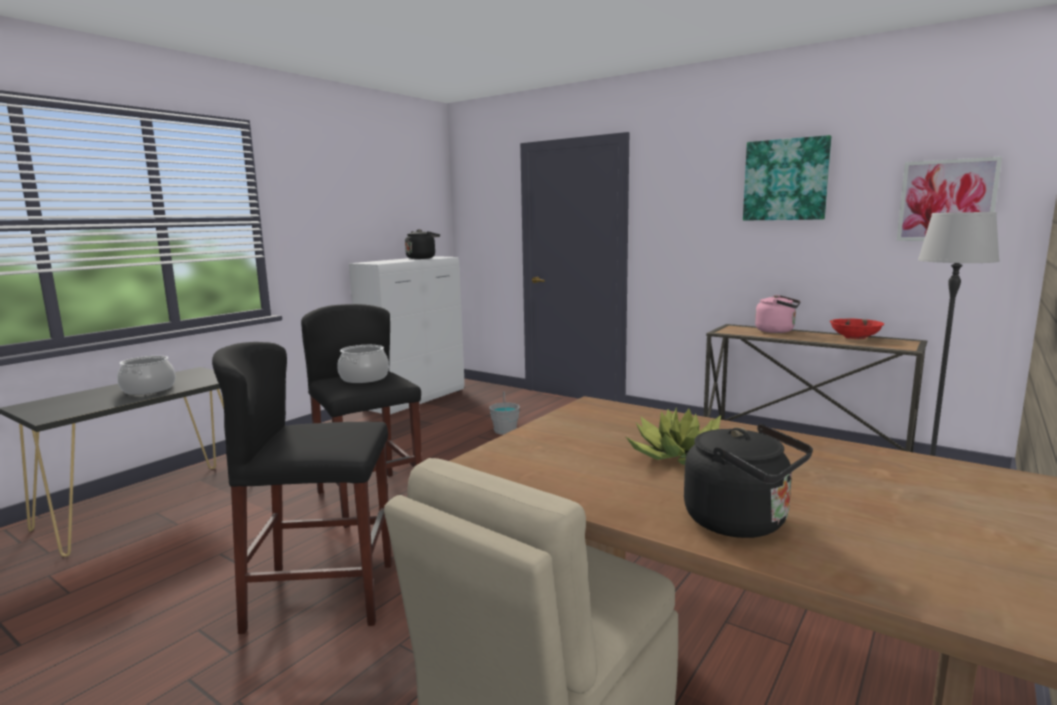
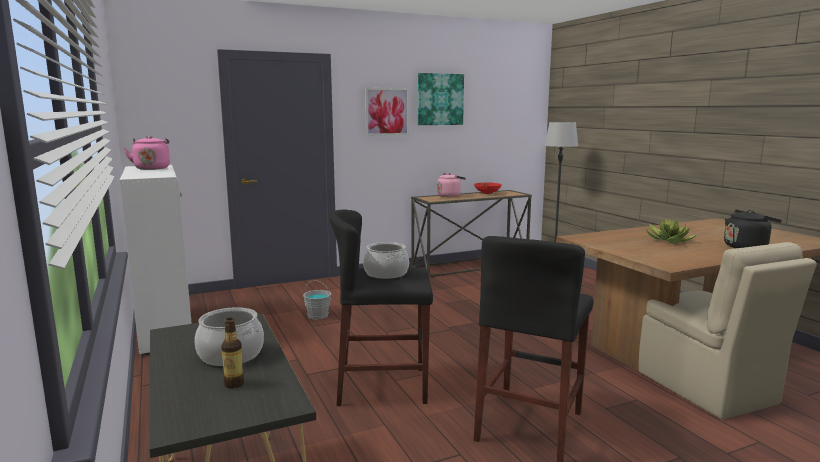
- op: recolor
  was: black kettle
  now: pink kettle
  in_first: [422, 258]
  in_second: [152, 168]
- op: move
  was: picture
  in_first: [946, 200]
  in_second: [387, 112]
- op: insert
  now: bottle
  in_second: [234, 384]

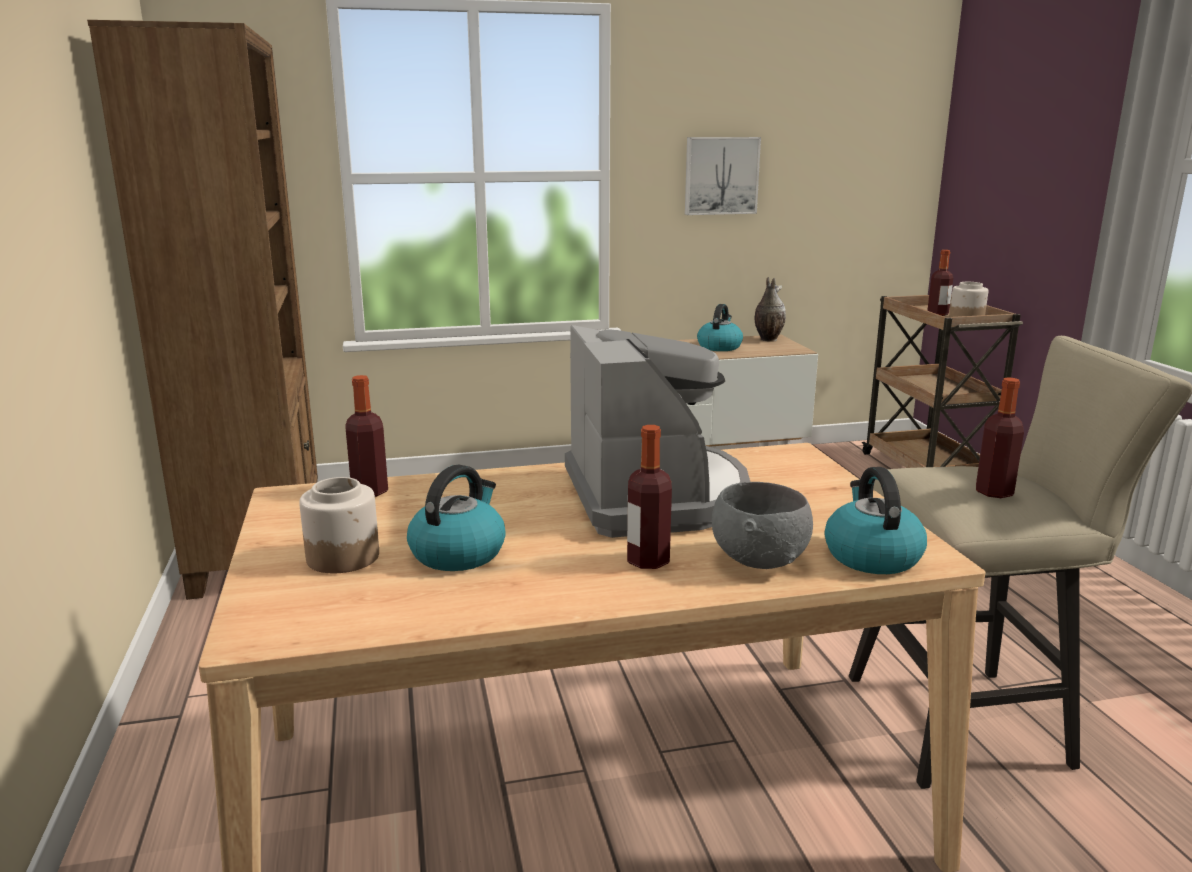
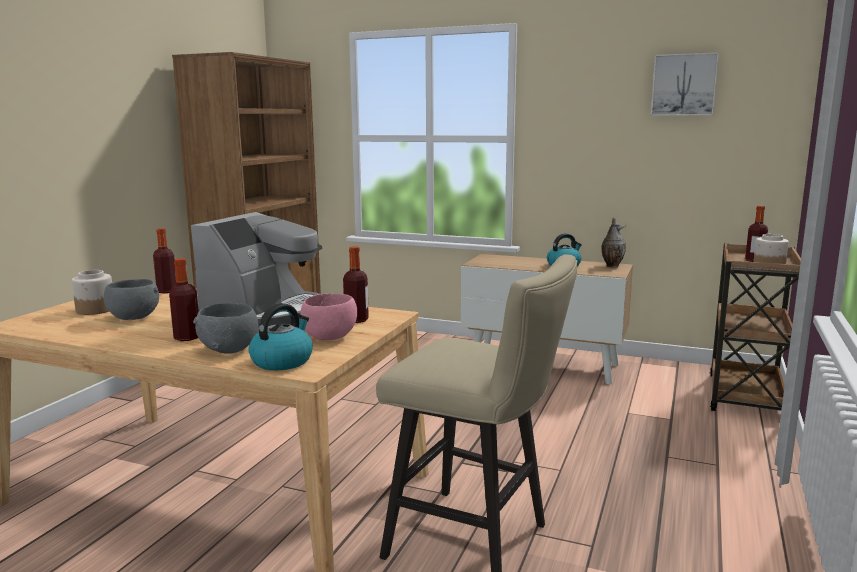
- op: replace
  was: kettle
  now: grey bowl
  in_first: [458, 553]
  in_second: [133, 318]
- op: move
  was: picture
  in_first: [720, 175]
  in_second: [684, 85]
- op: move
  was: bottle
  in_first: [994, 492]
  in_second: [356, 320]
- op: insert
  now: pink bowl
  in_second: [329, 337]

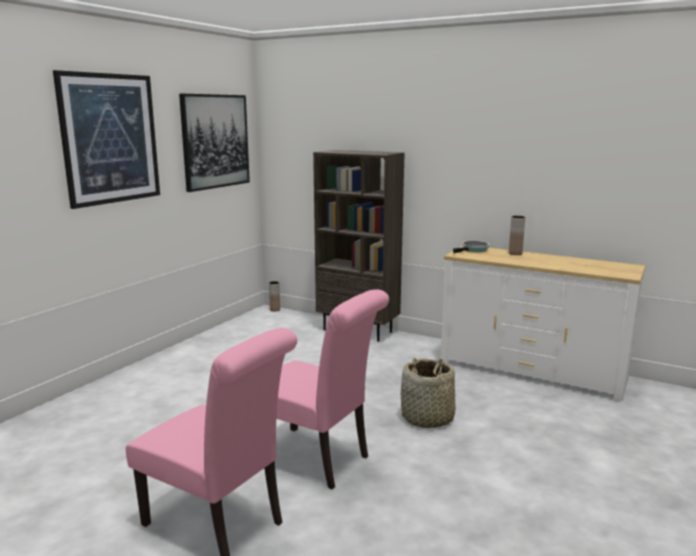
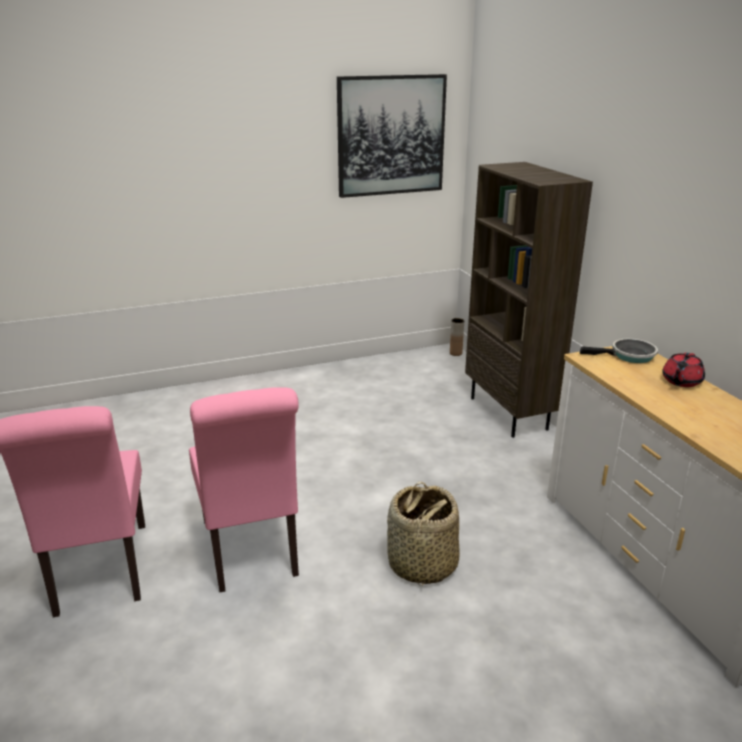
- op: delete
  was: picture
  in_first: [110, 139]
- op: replace
  was: brown vase
  now: red teapot
  in_first: [515, 253]
  in_second: [681, 381]

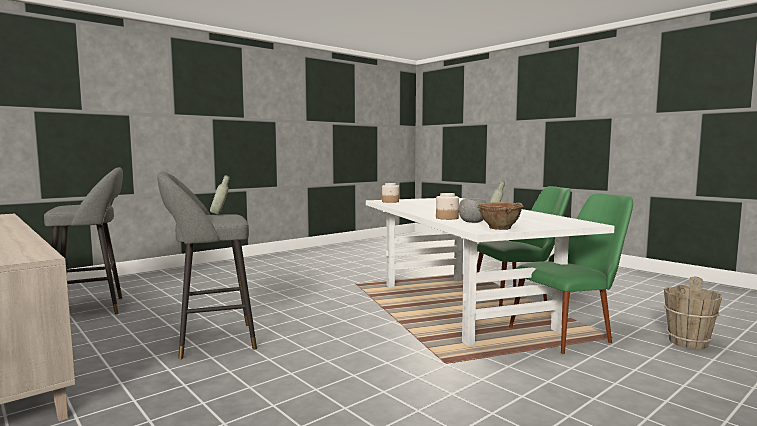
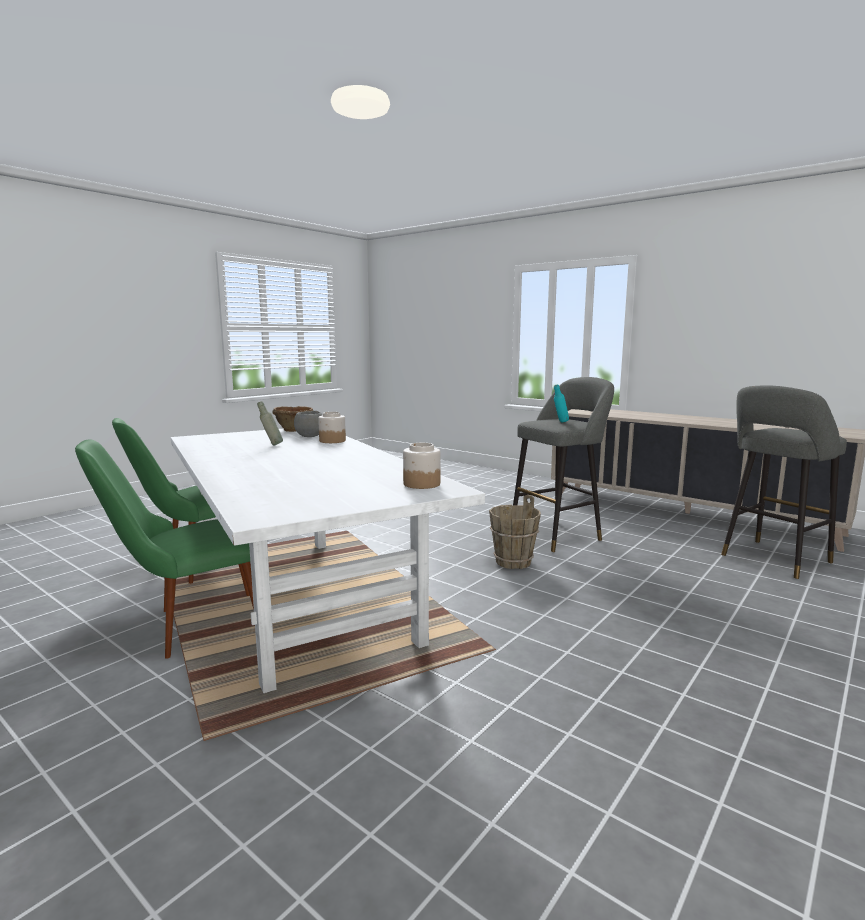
- op: recolor
  was: grey bottle
  now: turquoise bottle
  in_first: [220, 214]
  in_second: [560, 422]
- op: move
  was: brown bucket
  in_first: [689, 342]
  in_second: [512, 562]

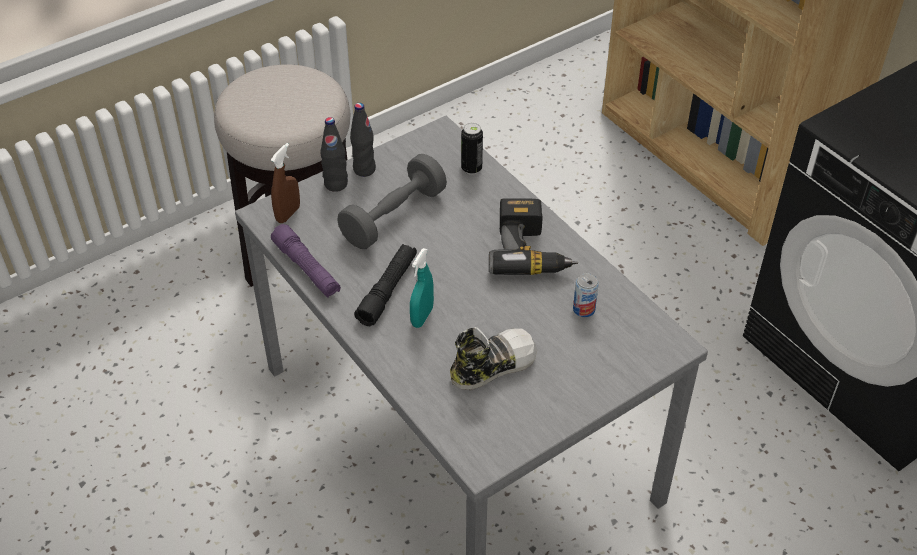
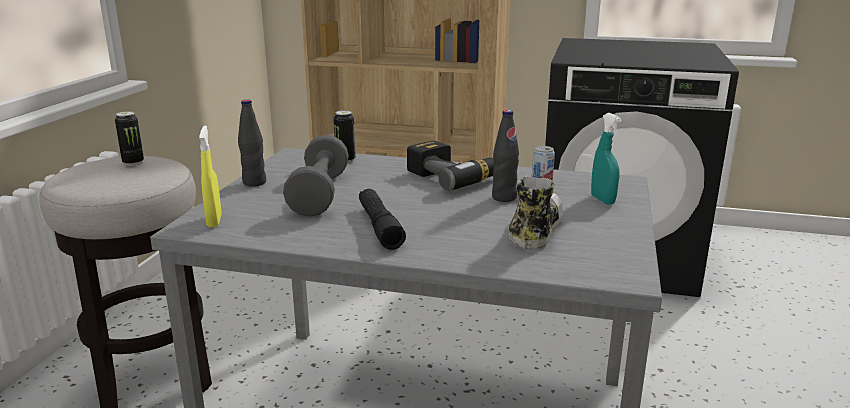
- op: recolor
  was: brown spray bottle
  now: yellow spray bottle
  in_first: [288, 214]
  in_second: [214, 221]
- op: delete
  was: purple flashlight
  in_first: [307, 269]
- op: move
  was: black bottle
  in_first: [336, 184]
  in_second: [504, 197]
- op: move
  was: turquoise spray bottle
  in_first: [422, 317]
  in_second: [602, 200]
- op: insert
  now: can
  in_second: [133, 163]

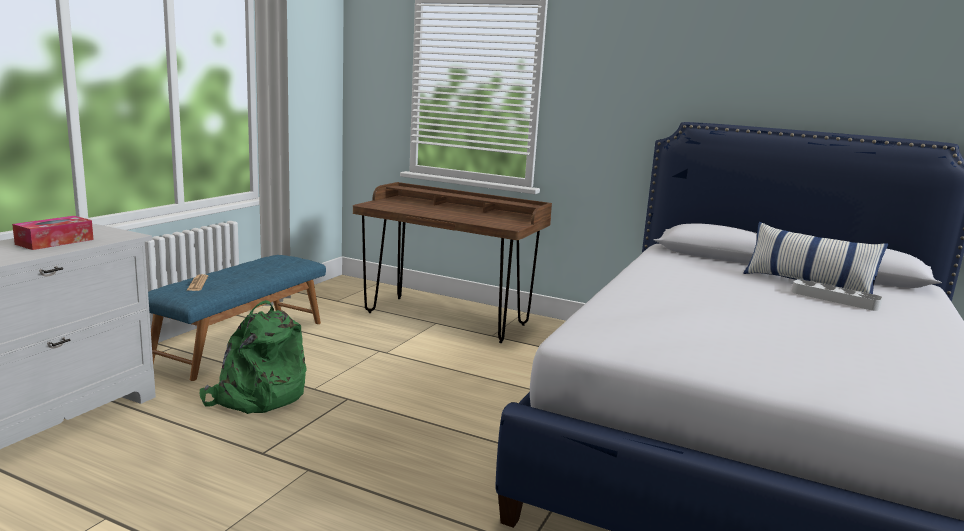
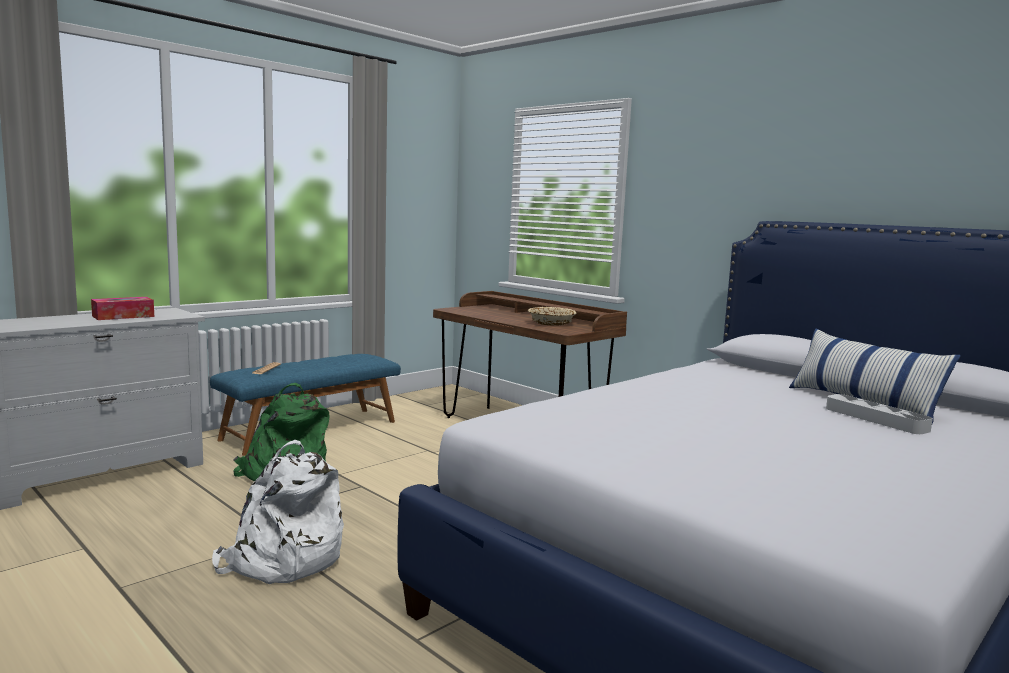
- op: insert
  now: white backpack
  in_second: [282, 560]
- op: insert
  now: beige bowl
  in_second: [551, 323]

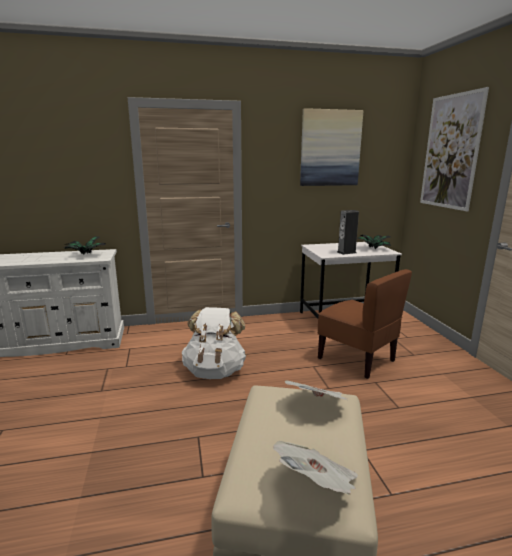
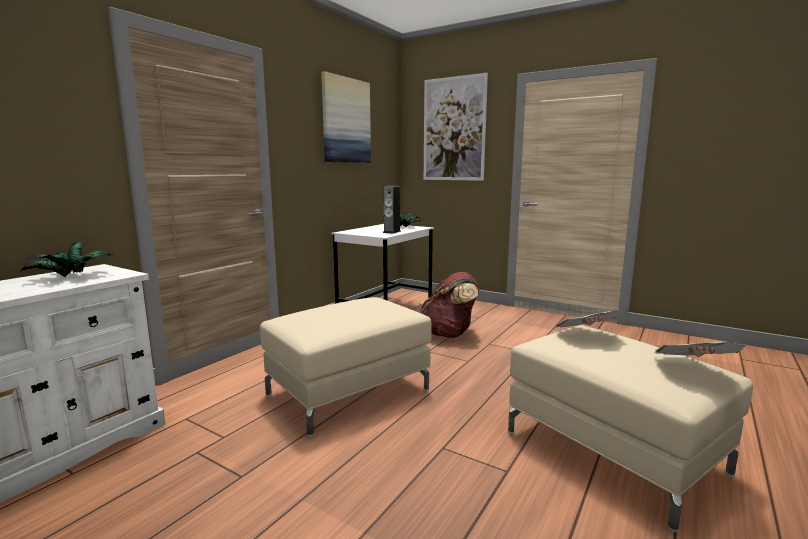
- op: replace
  was: white backpack
  now: beige ottoman
  in_first: [215, 371]
  in_second: [348, 391]
- op: replace
  was: brown chair
  now: brown backpack
  in_first: [357, 359]
  in_second: [449, 334]

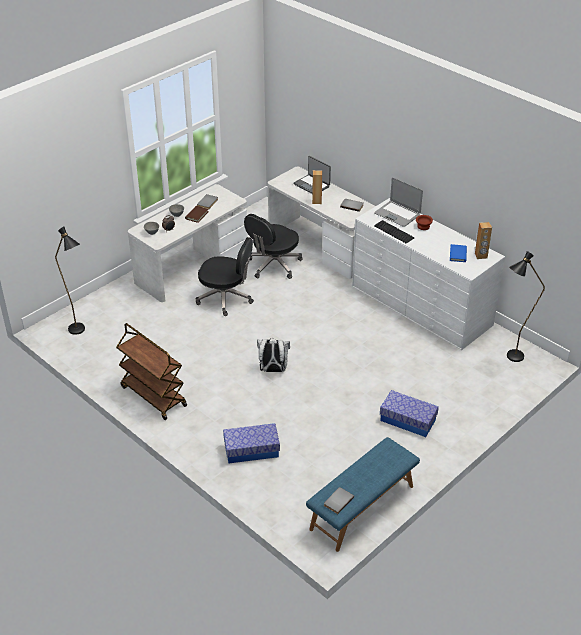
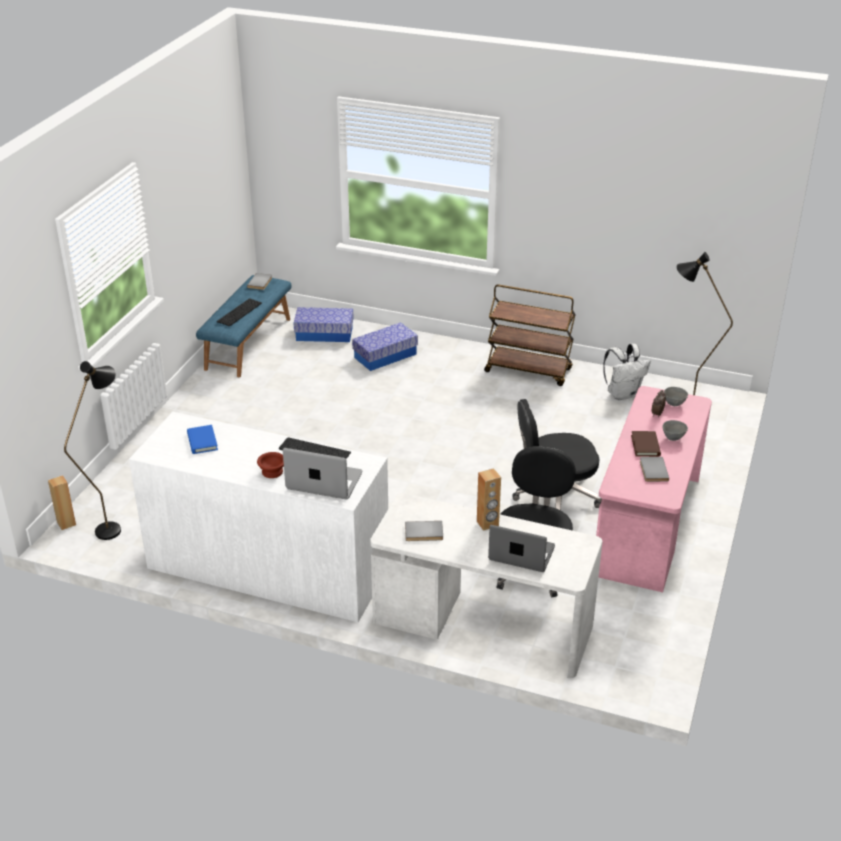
- op: recolor
  was: white desk
  now: pink desk
  in_first: [191, 267]
  in_second: [647, 525]
- op: move
  was: white backpack
  in_first: [273, 370]
  in_second: [623, 394]
- op: move
  was: storage box
  in_first: [407, 420]
  in_second: [324, 334]
- op: move
  was: brown speaker
  in_first: [481, 256]
  in_second: [66, 523]
- op: insert
  now: keyboard
  in_second: [239, 312]

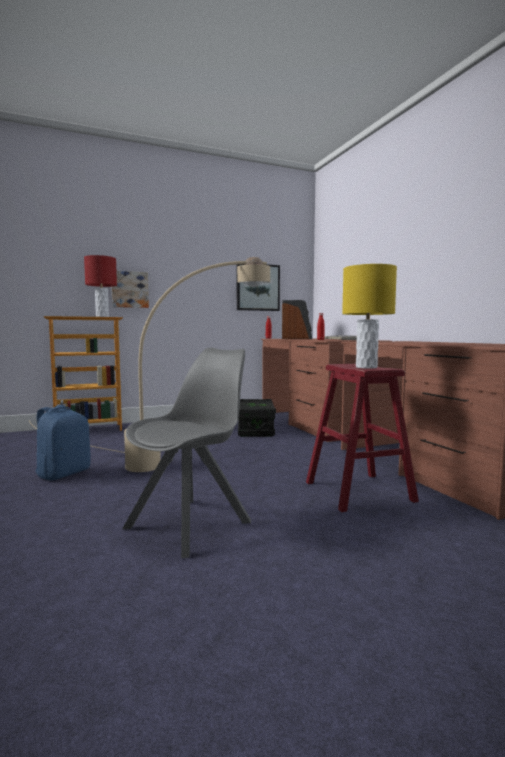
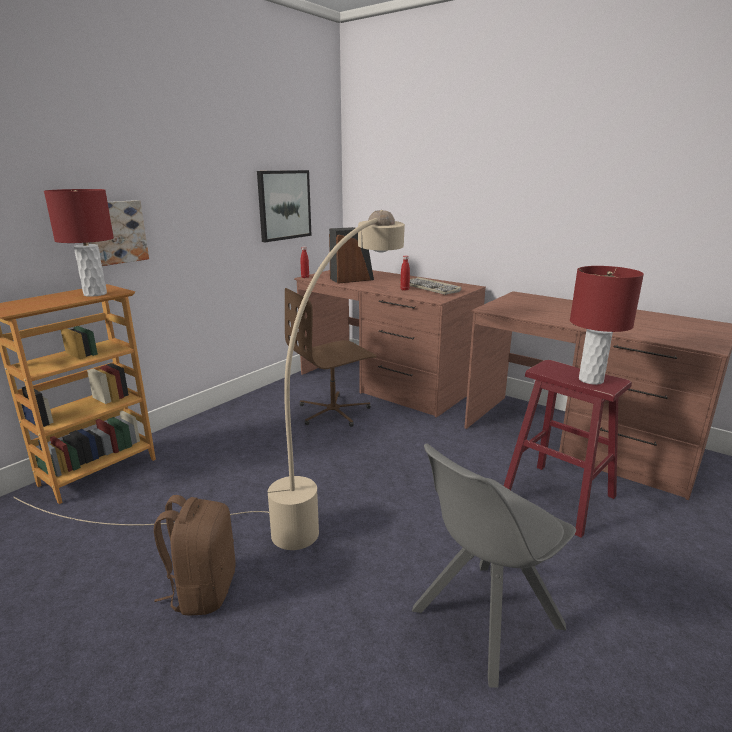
- op: recolor
  was: blue backpack
  now: brown backpack
  in_first: [63, 473]
  in_second: [203, 590]
- op: rotate
  was: grey chair
  in_first: [191, 524]
  in_second: [483, 620]
  clockwise: -135
- op: replace
  was: black storage box
  now: brown office chair
  in_first: [255, 429]
  in_second: [334, 412]
- op: recolor
  was: yellow table lamp
  now: red table lamp
  in_first: [366, 367]
  in_second: [591, 380]

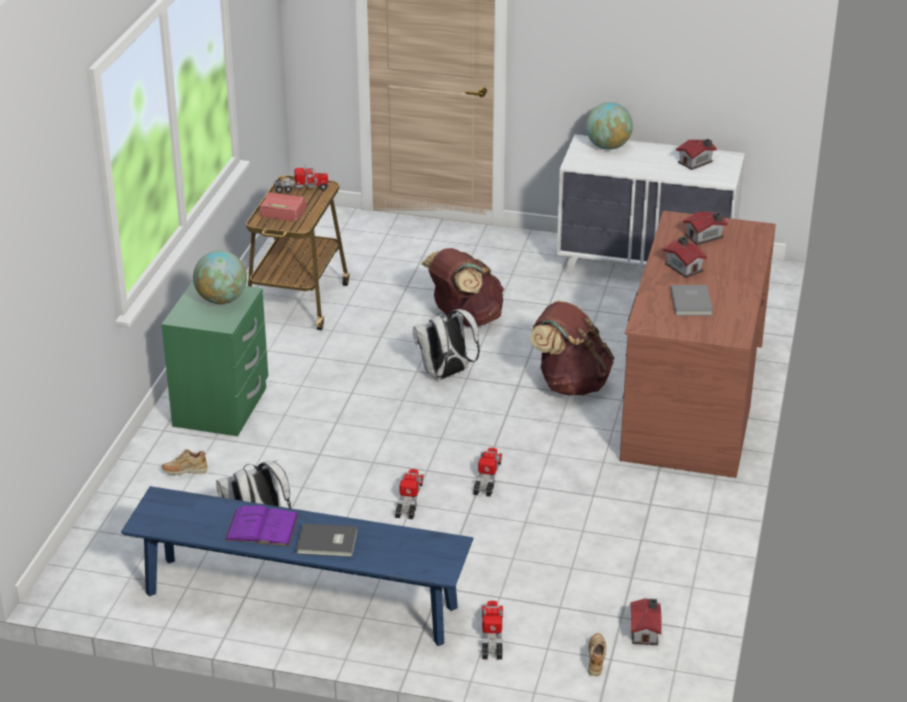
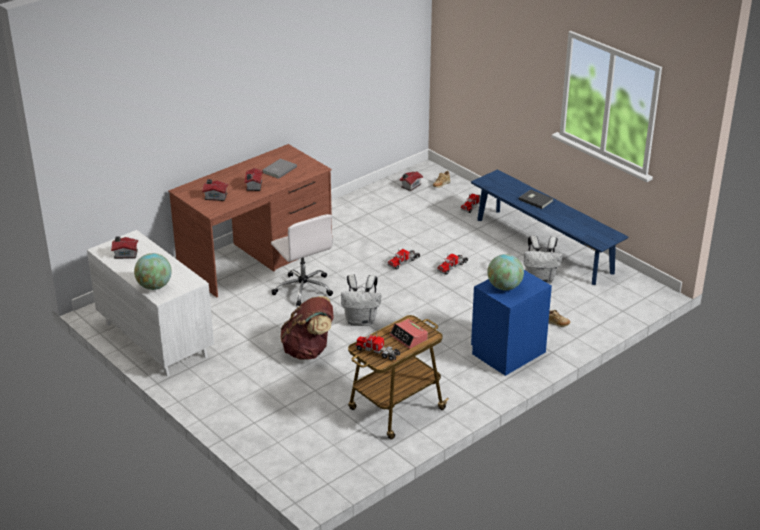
- op: recolor
  was: green nightstand
  now: blue nightstand
  in_first: [222, 407]
  in_second: [507, 352]
- op: delete
  was: purple book
  in_first: [262, 527]
- op: replace
  was: brown backpack
  now: white office chair
  in_first: [570, 384]
  in_second: [303, 288]

